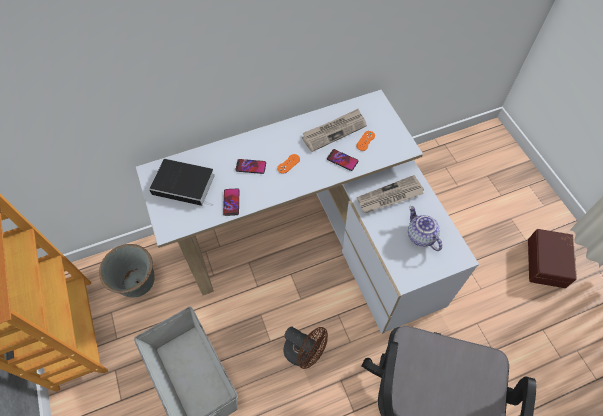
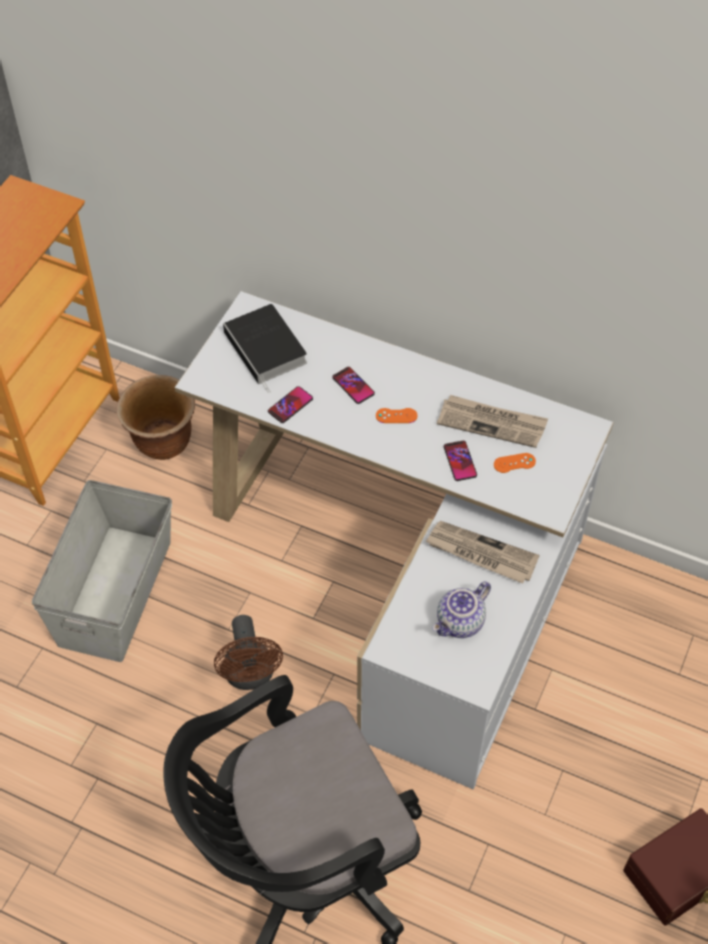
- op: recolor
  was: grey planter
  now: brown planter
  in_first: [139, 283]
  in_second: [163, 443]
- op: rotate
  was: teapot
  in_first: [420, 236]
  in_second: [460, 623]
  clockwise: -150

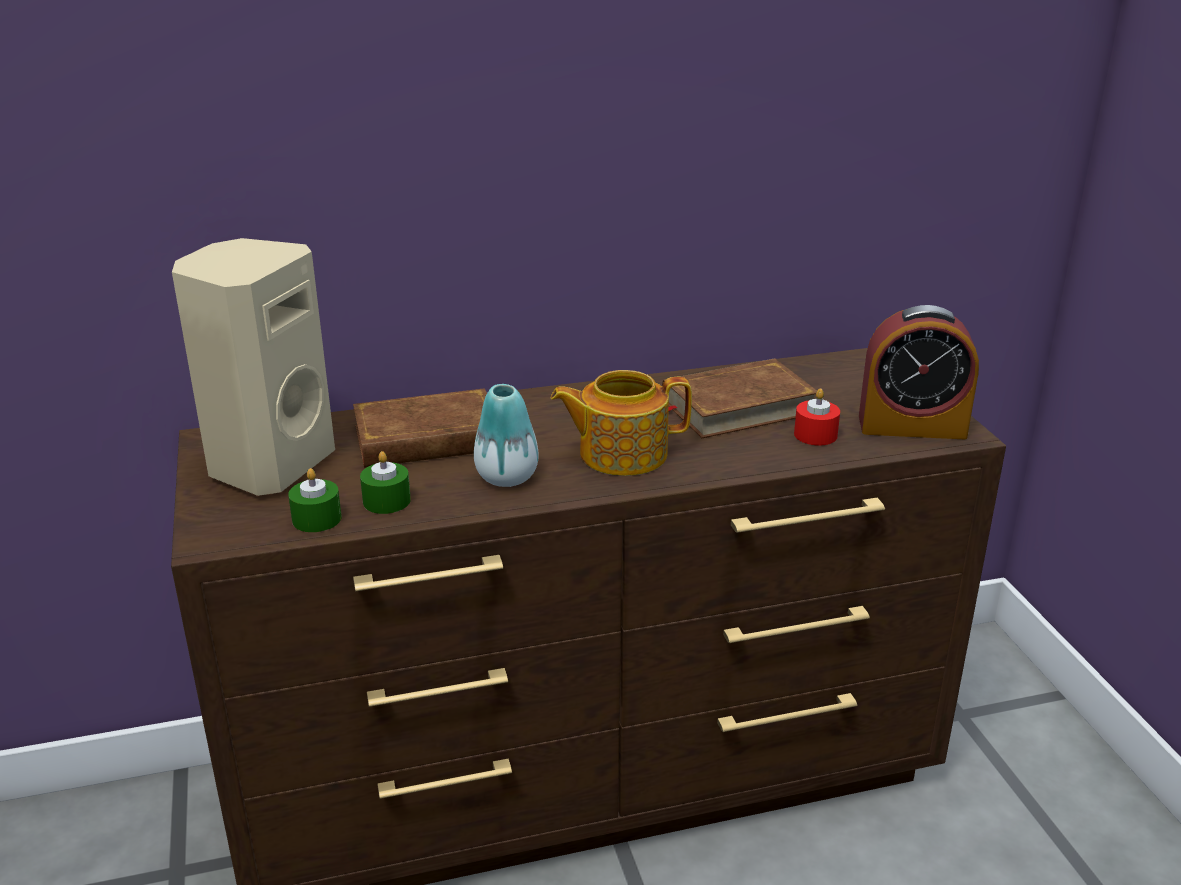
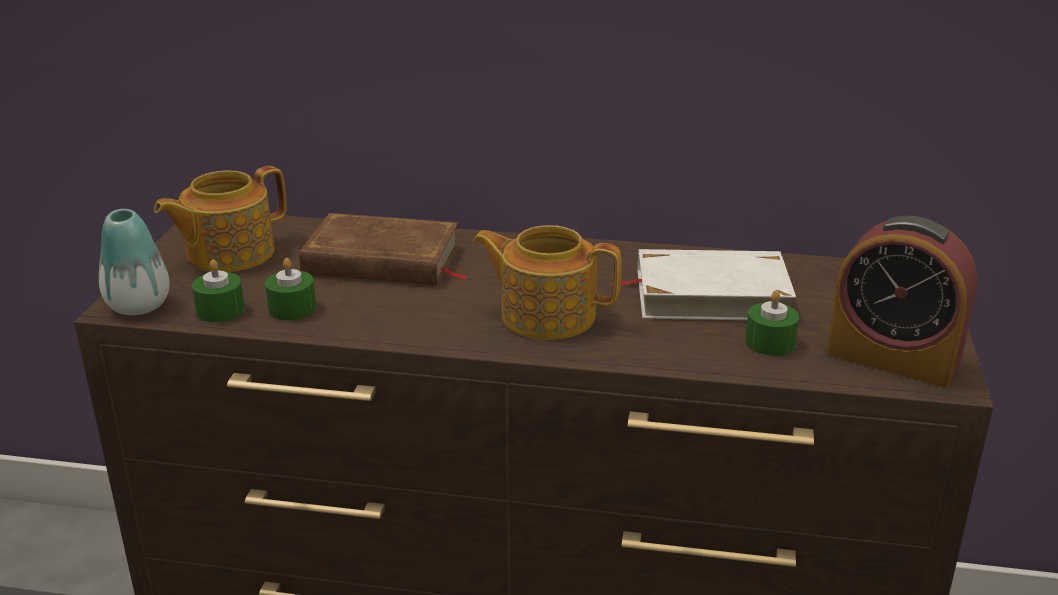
- op: replace
  was: beige speaker
  now: teapot
  in_first: [268, 465]
  in_second: [228, 253]
- op: move
  was: vase
  in_first: [507, 477]
  in_second: [139, 306]
- op: recolor
  was: brown book
  now: white book
  in_first: [737, 407]
  in_second: [710, 294]
- op: recolor
  was: red candle
  now: green candle
  in_first: [815, 435]
  in_second: [770, 342]

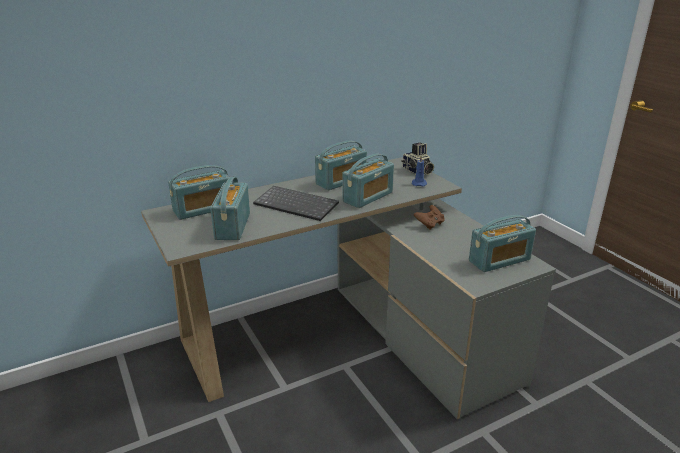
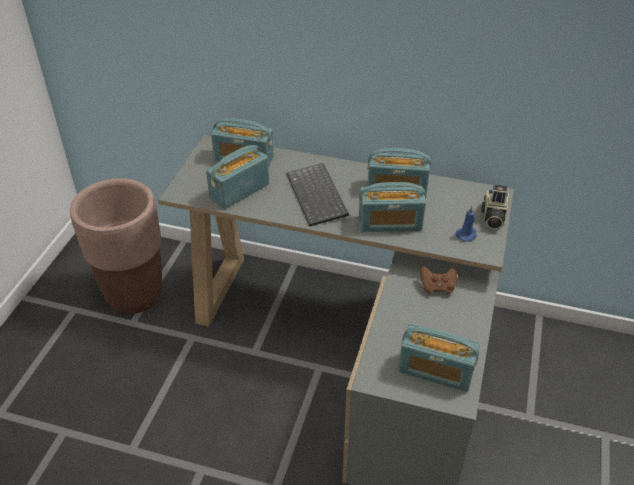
- op: insert
  now: brown planter
  in_second: [134, 295]

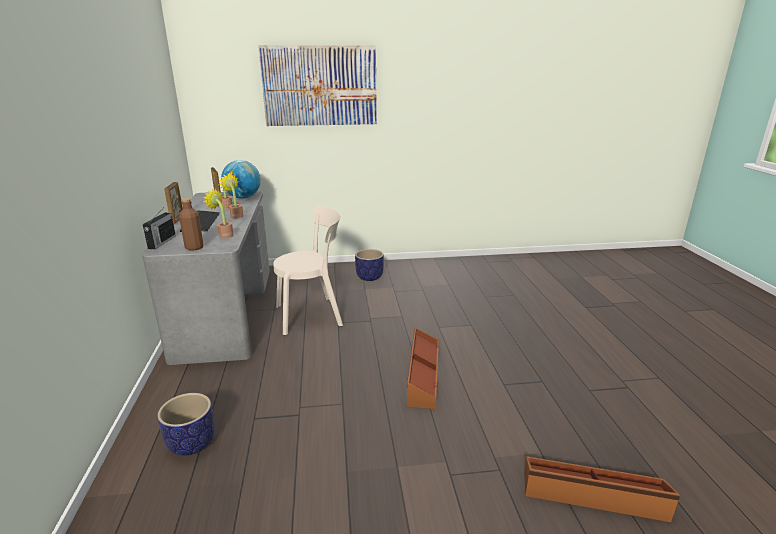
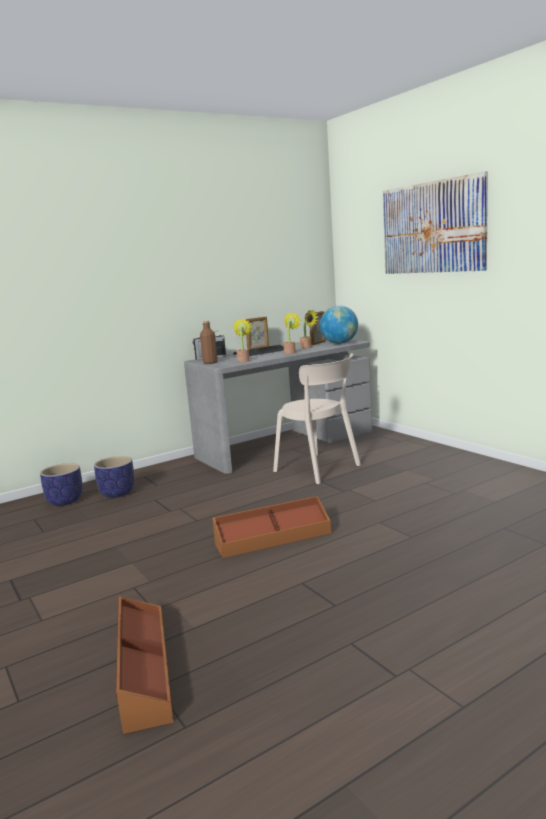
- op: move
  was: planter
  in_first: [369, 277]
  in_second: [65, 501]

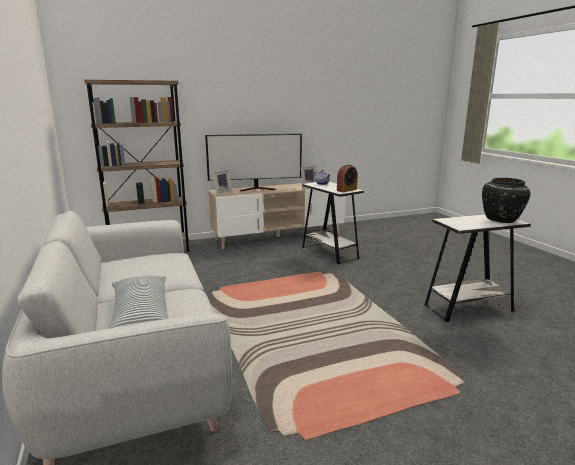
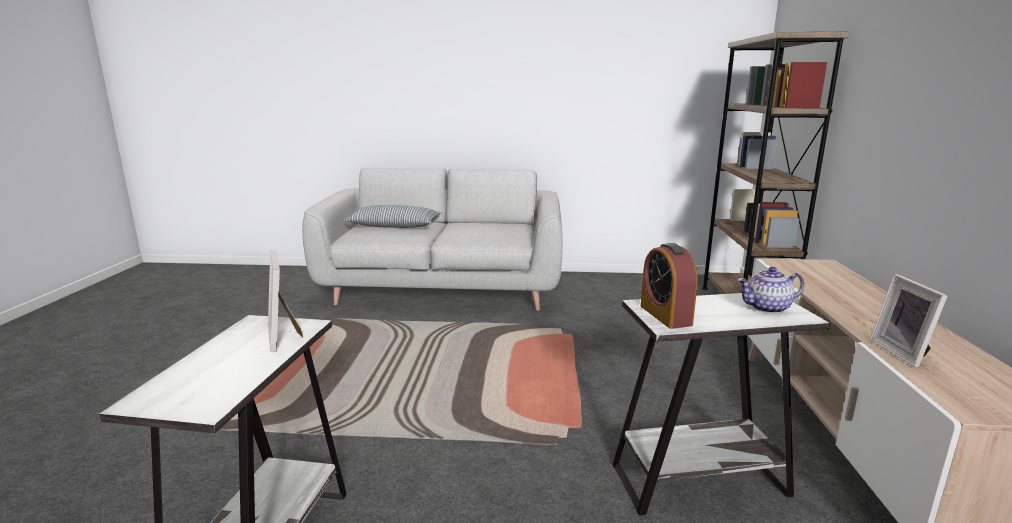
- op: delete
  was: television
  in_first: [258, 189]
- op: move
  was: picture frame
  in_first: [222, 193]
  in_second: [285, 336]
- op: delete
  was: black vase
  in_first: [502, 220]

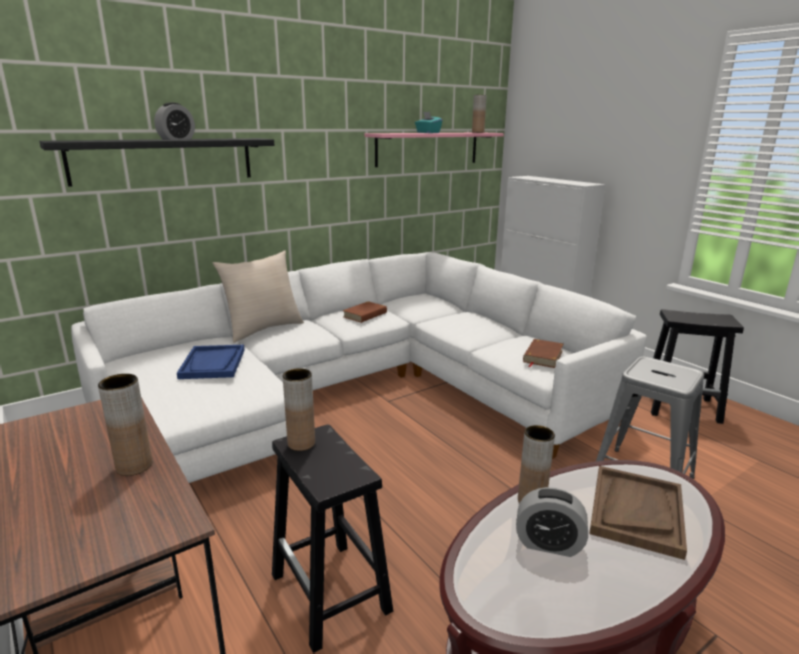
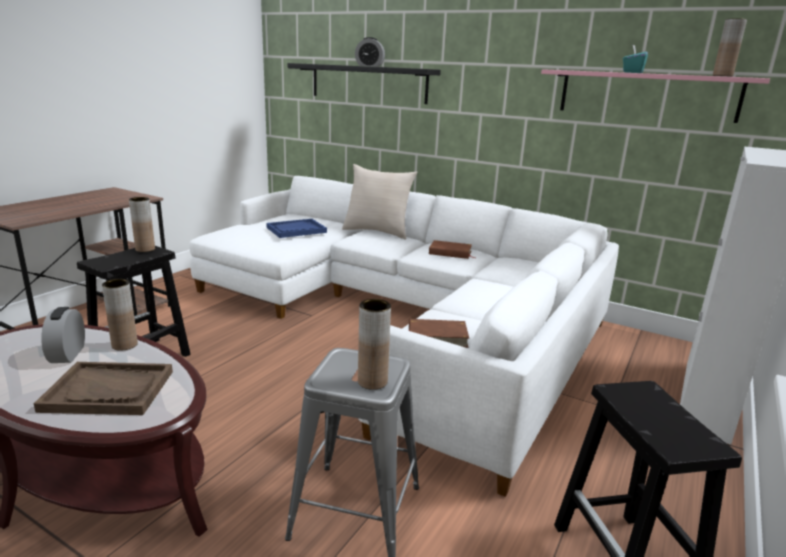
- op: move
  was: brown vase
  in_first: [134, 466]
  in_second: [372, 382]

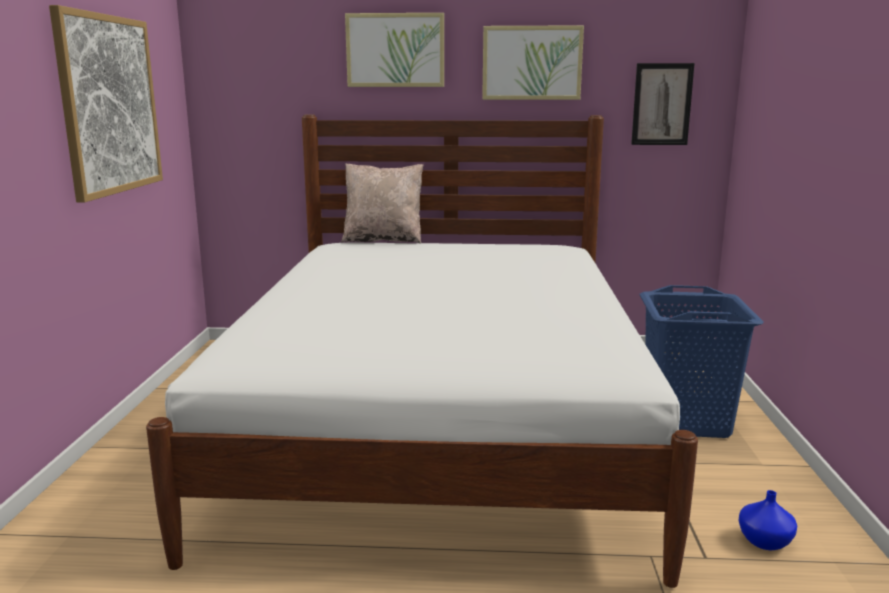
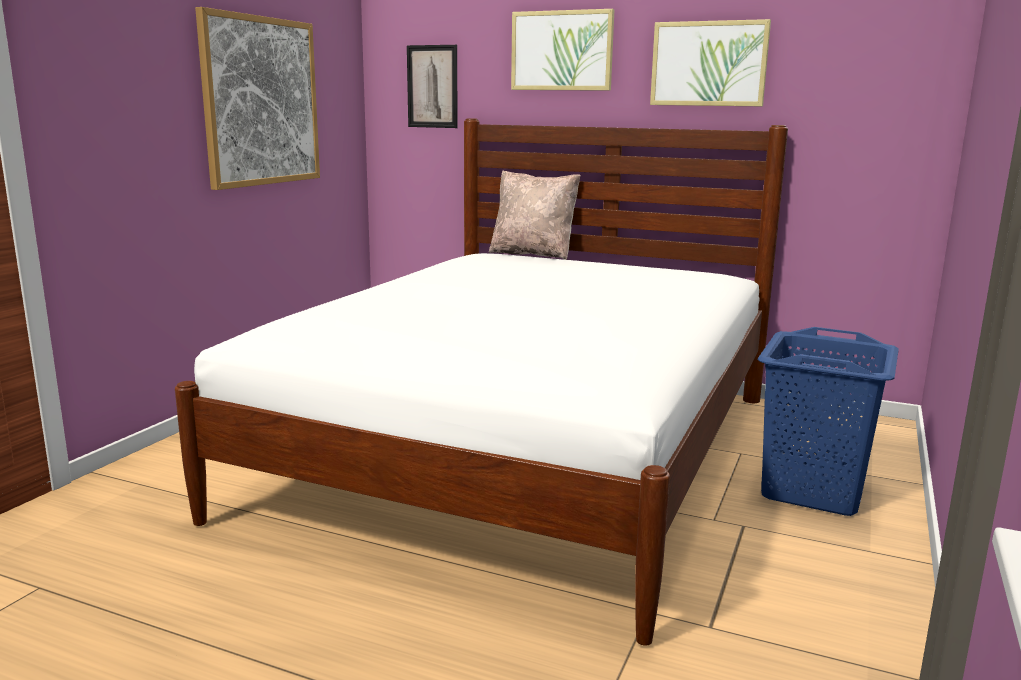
- op: move
  was: picture
  in_first: [662, 104]
  in_second: [432, 86]
- op: delete
  was: blue vase
  in_first: [766, 542]

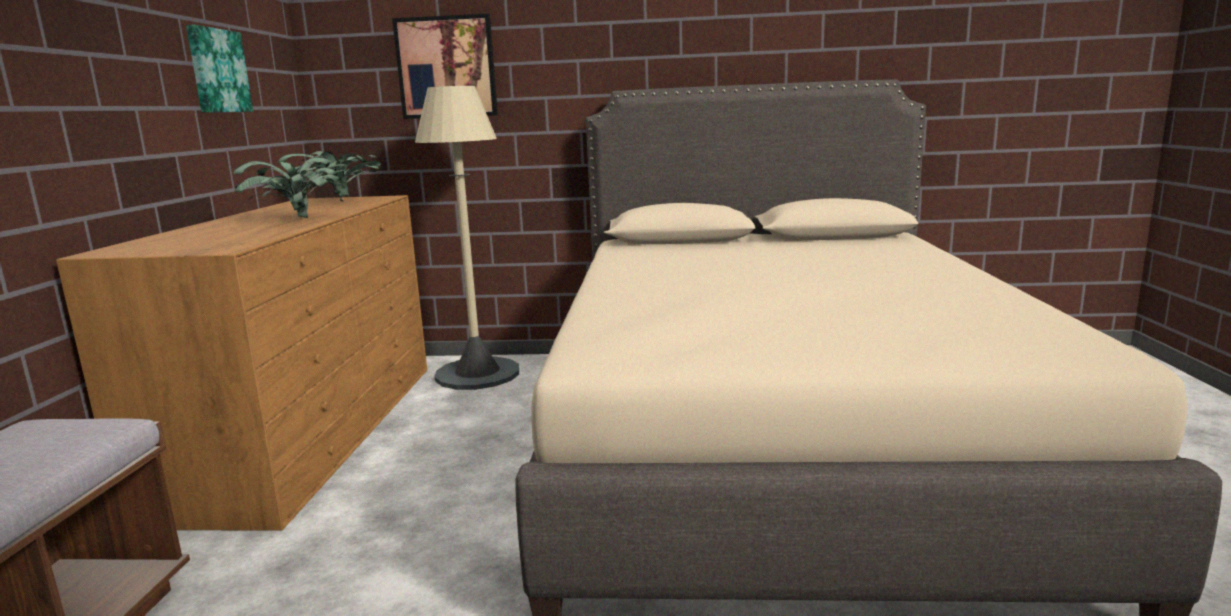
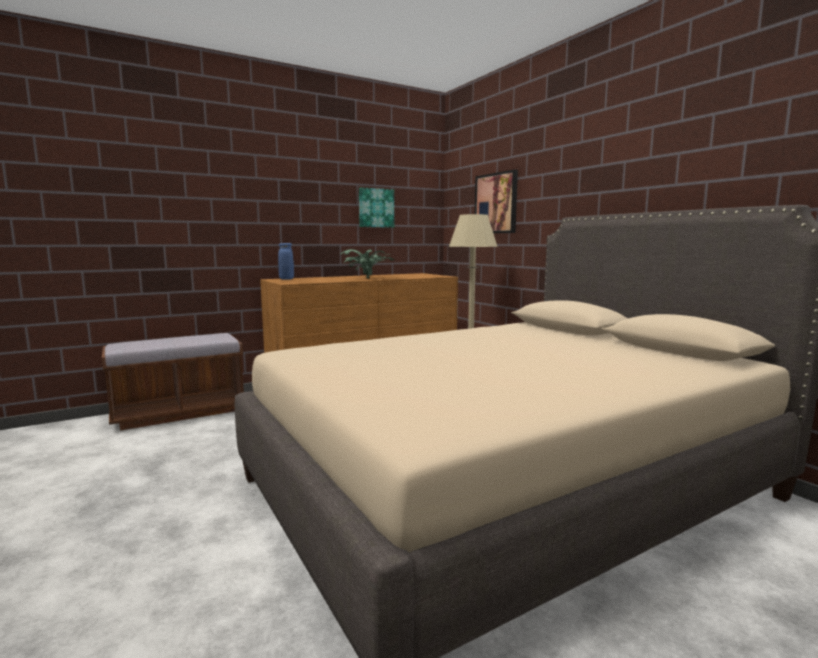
- op: delete
  was: potted plant
  in_first: [342, 201]
- op: insert
  now: blue vase
  in_second: [286, 279]

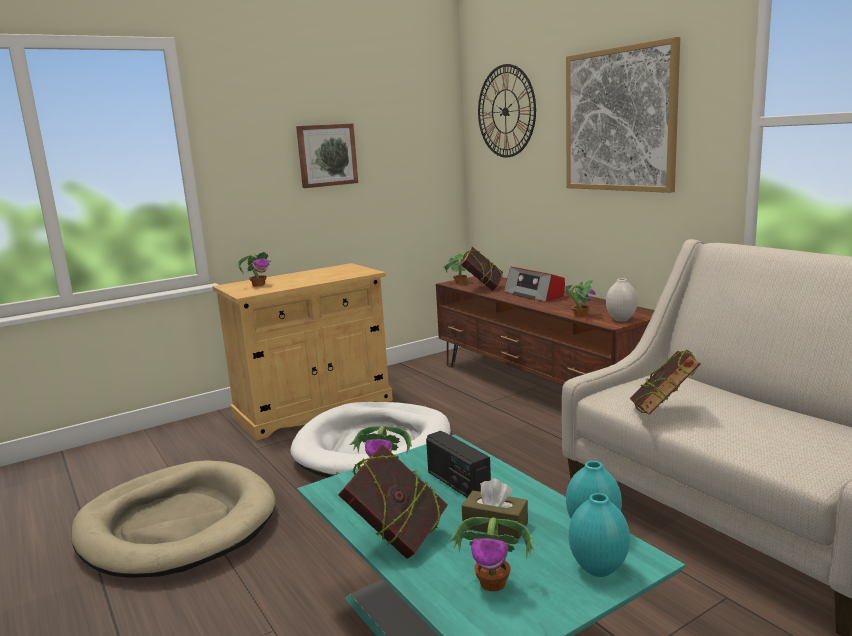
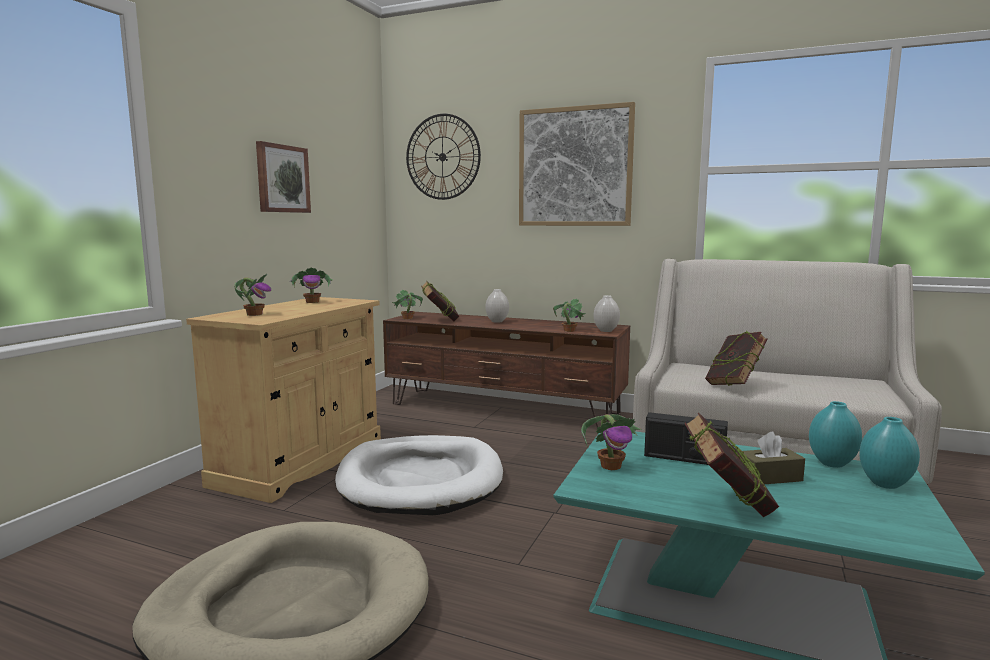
- op: move
  was: potted plant
  in_first: [494, 583]
  in_second: [313, 302]
- op: replace
  was: radio
  now: white vase
  in_first: [534, 294]
  in_second: [497, 321]

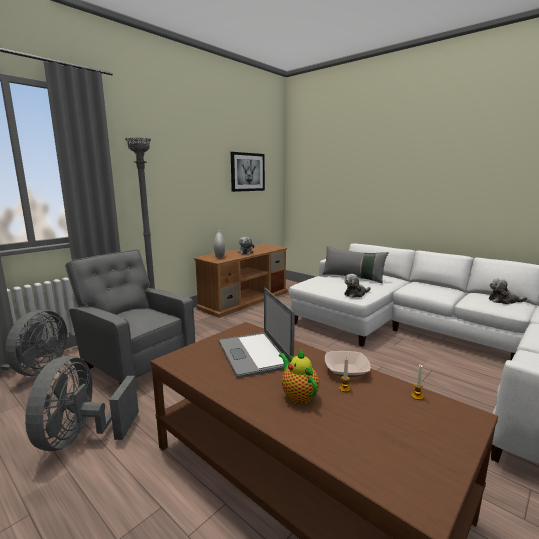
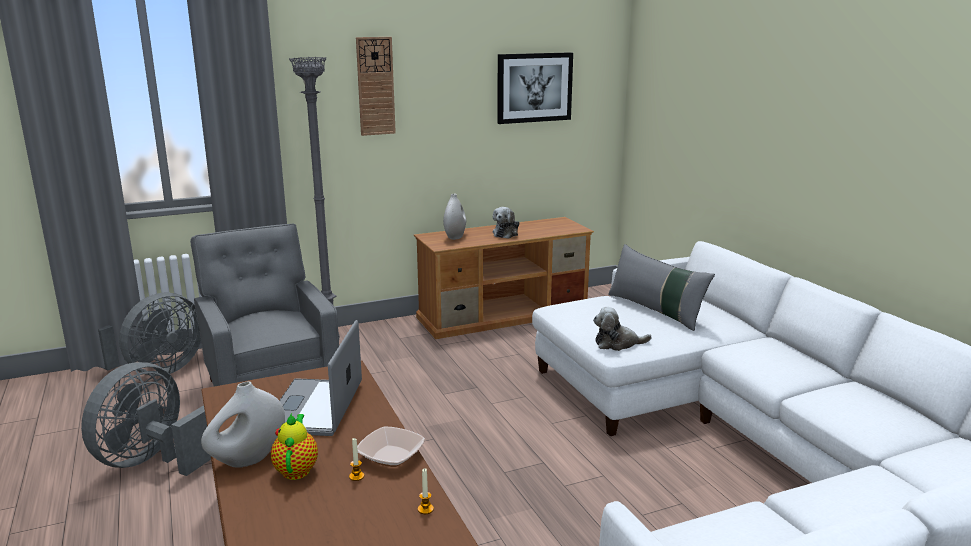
- op: delete
  was: plush toy
  in_first: [504, 301]
- op: insert
  now: white vase
  in_second: [248, 460]
- op: insert
  now: wall clock
  in_second: [375, 86]

